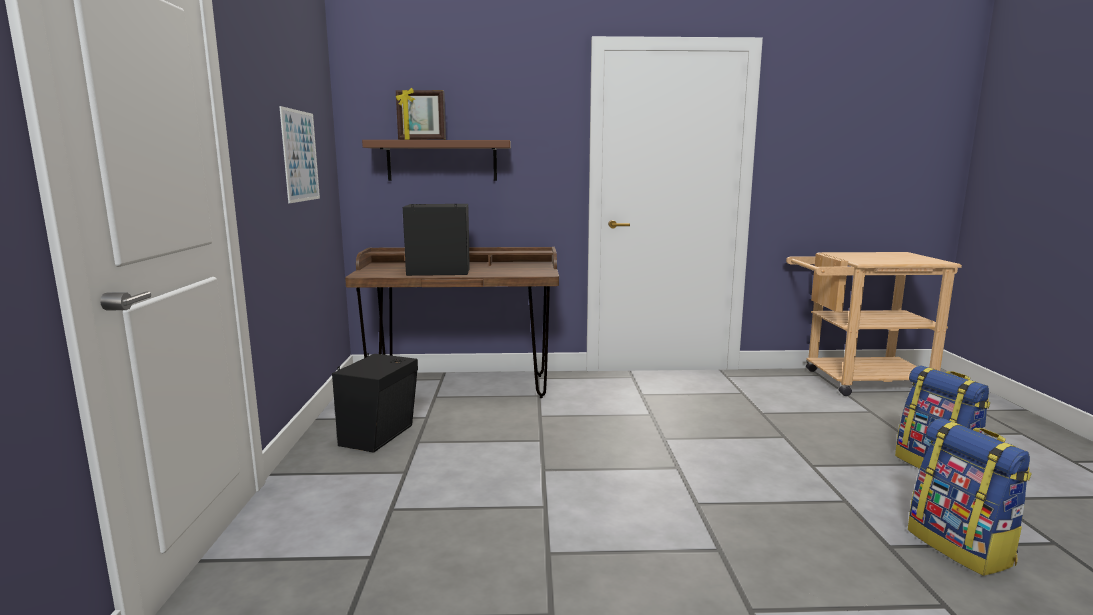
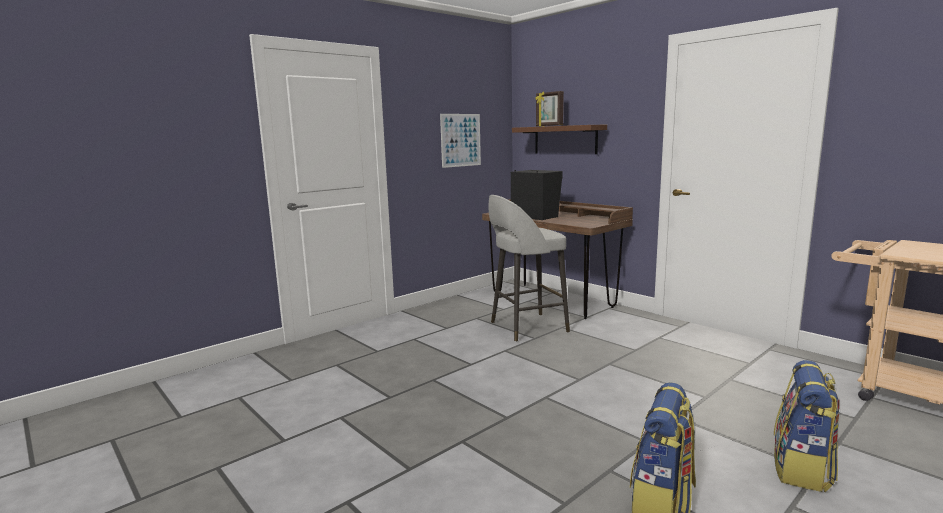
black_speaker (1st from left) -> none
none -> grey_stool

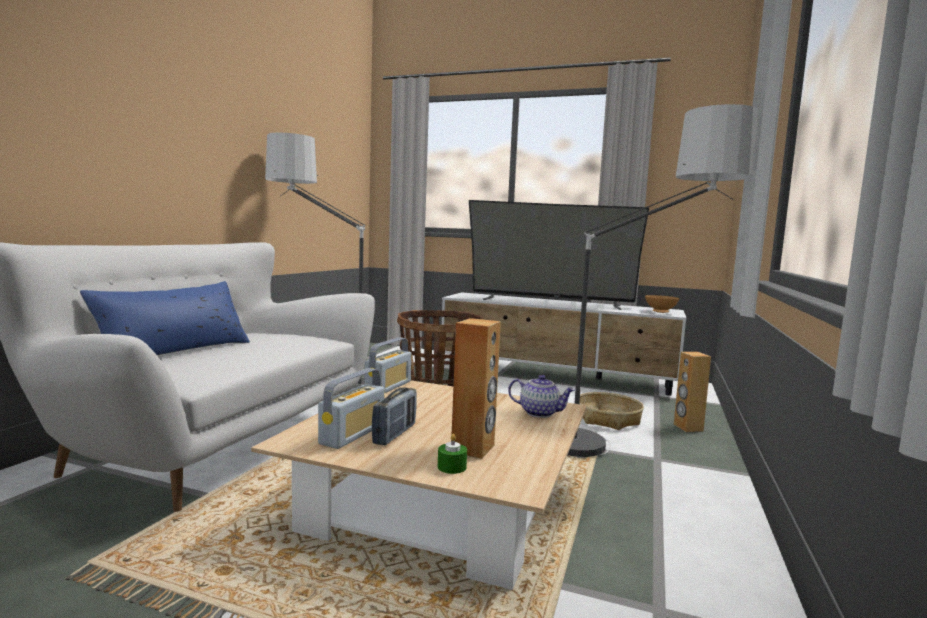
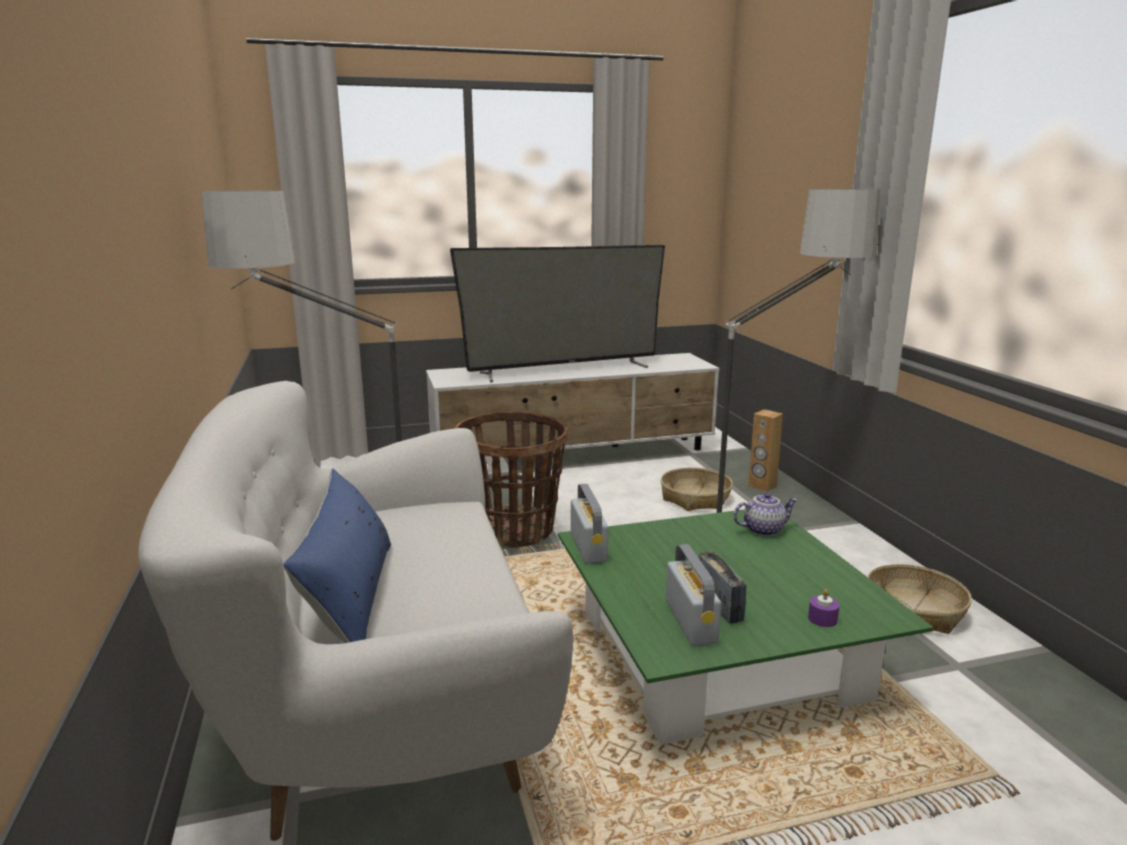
beige_coffee_table -> green_coffee_table
green_candle -> purple_candle
brown_speaker (1st from left) -> none
brown_bowl -> none
none -> basket (3rd from left)

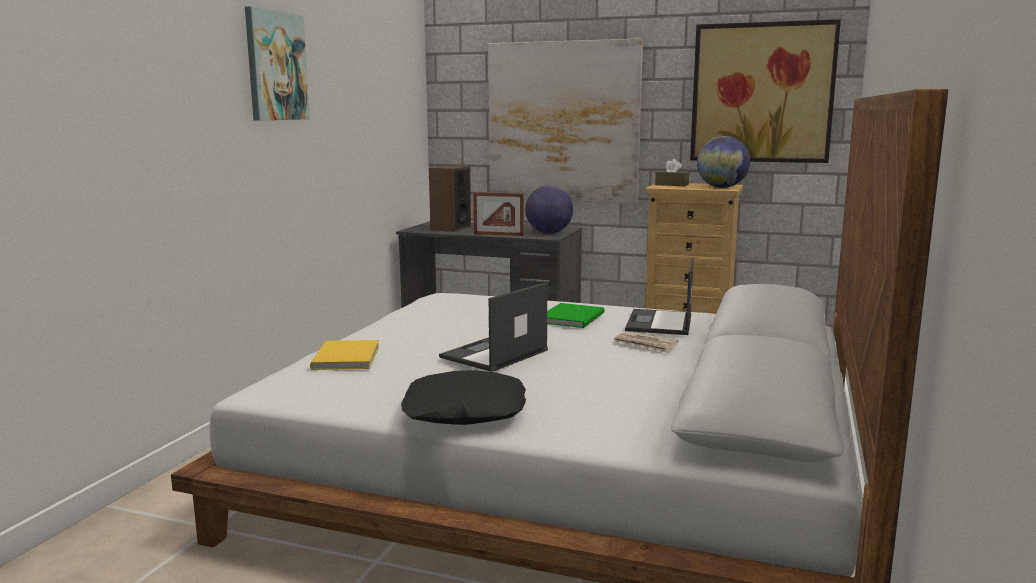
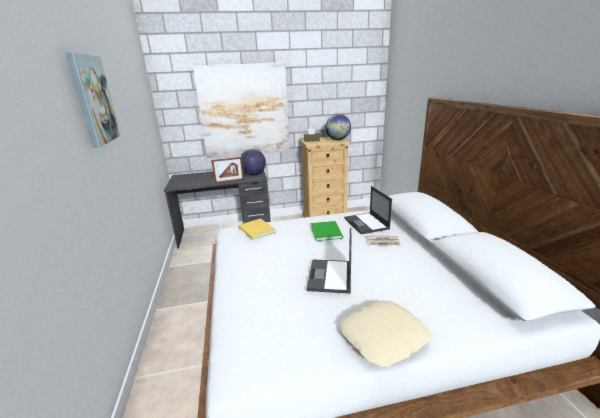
yellow_book, moved
black_pillow -> beige_pillow
speaker -> none
picture (3rd from left) -> none

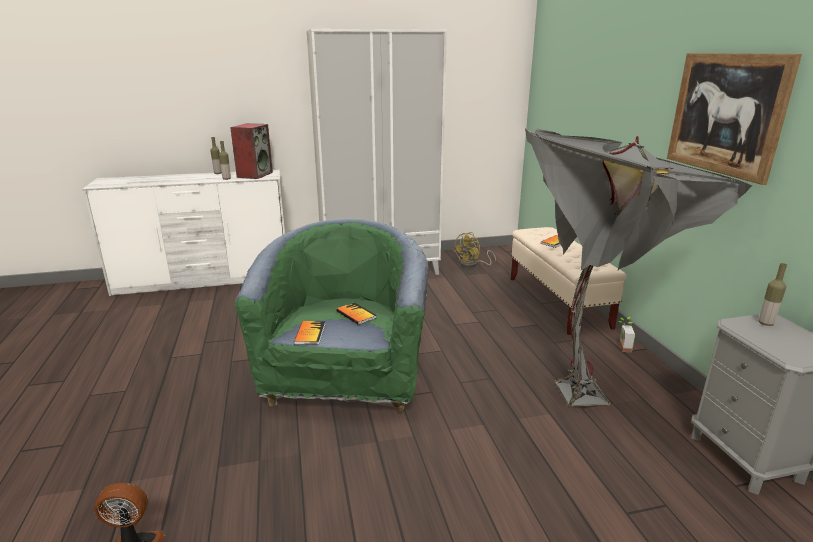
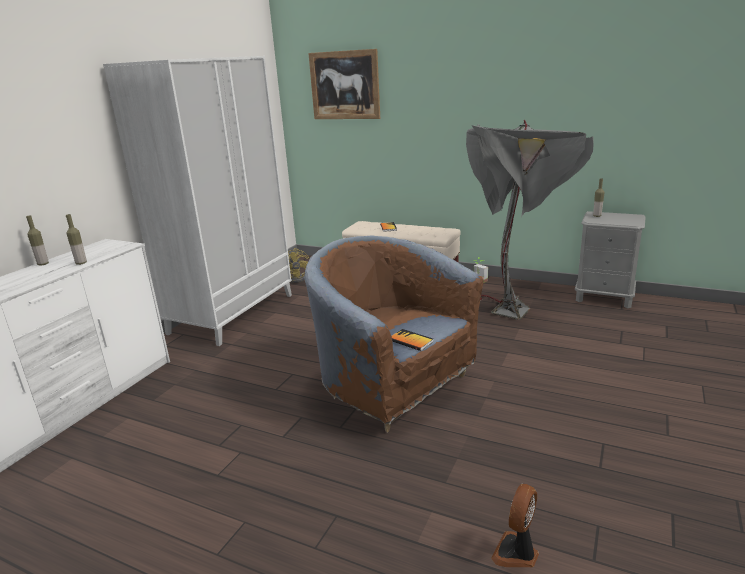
speaker -> none
green_armchair -> brown_armchair
book (2nd from left) -> none
picture, moved

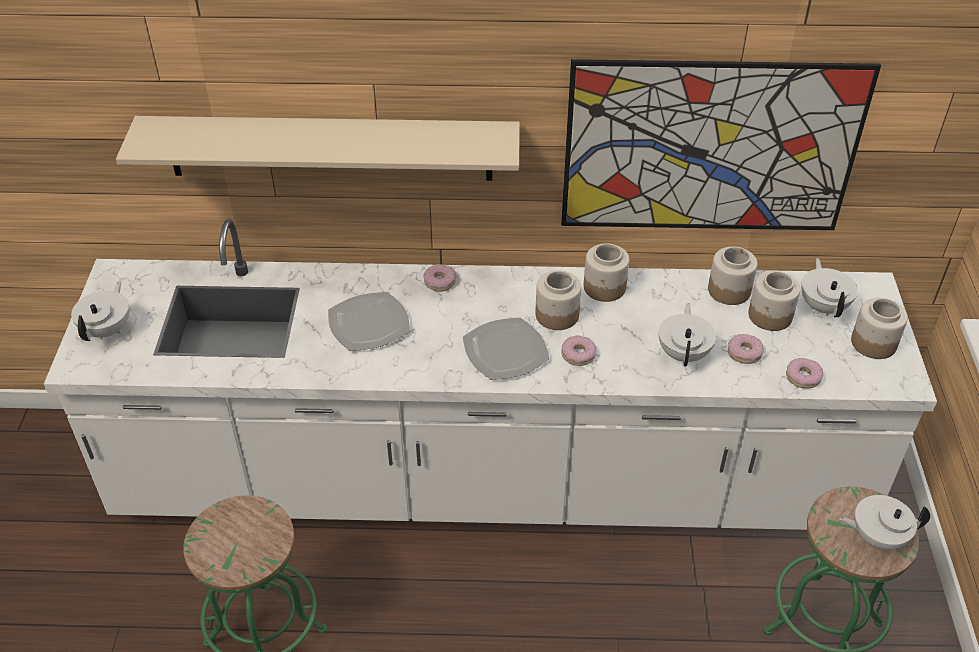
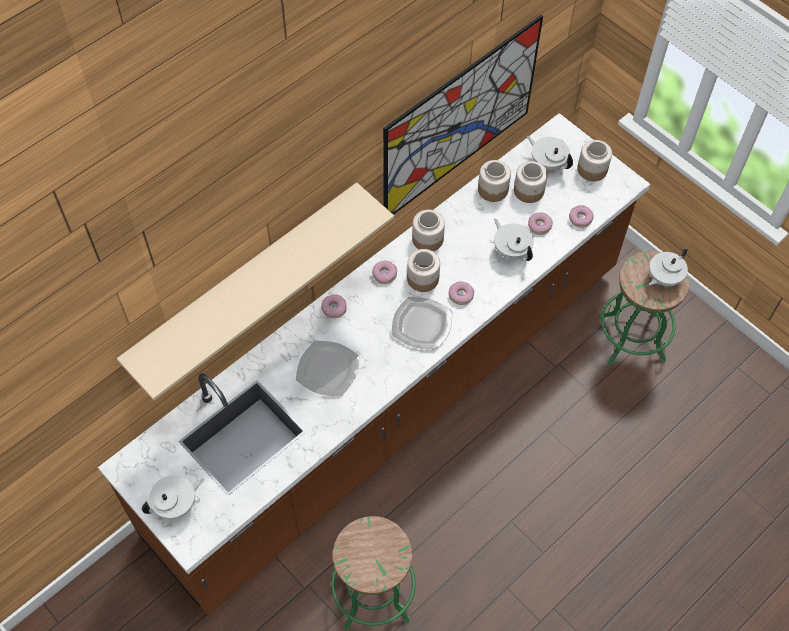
white_counter -> brown_counter
white_teapot (1st from left), 90 degrees clockwise
none -> donut (2nd from left)

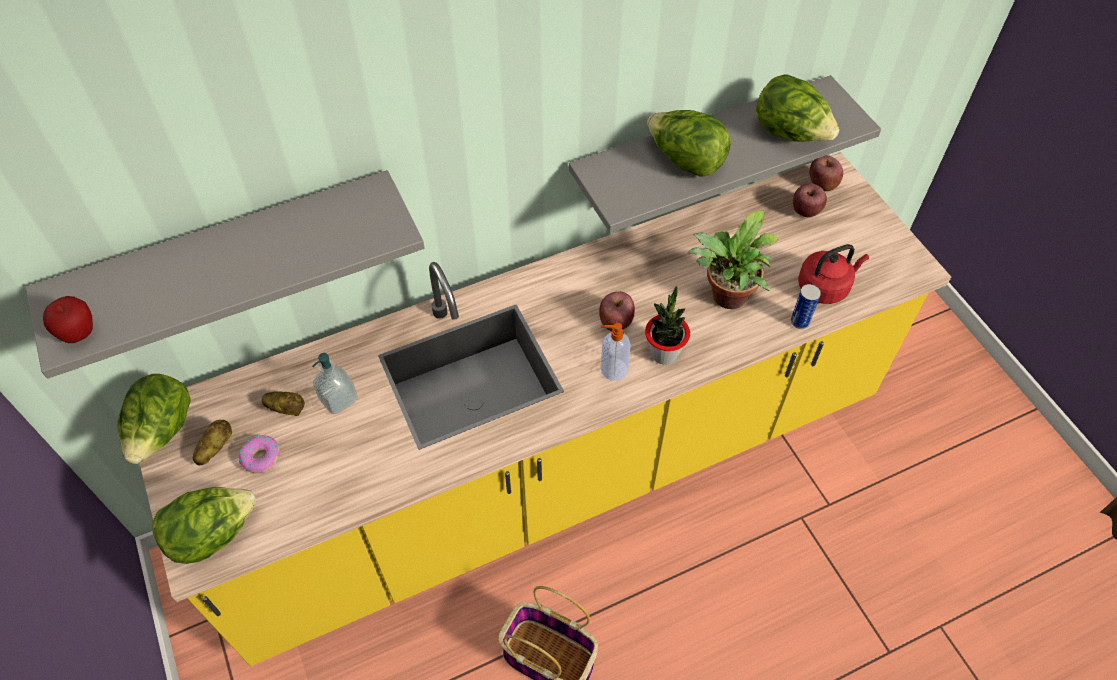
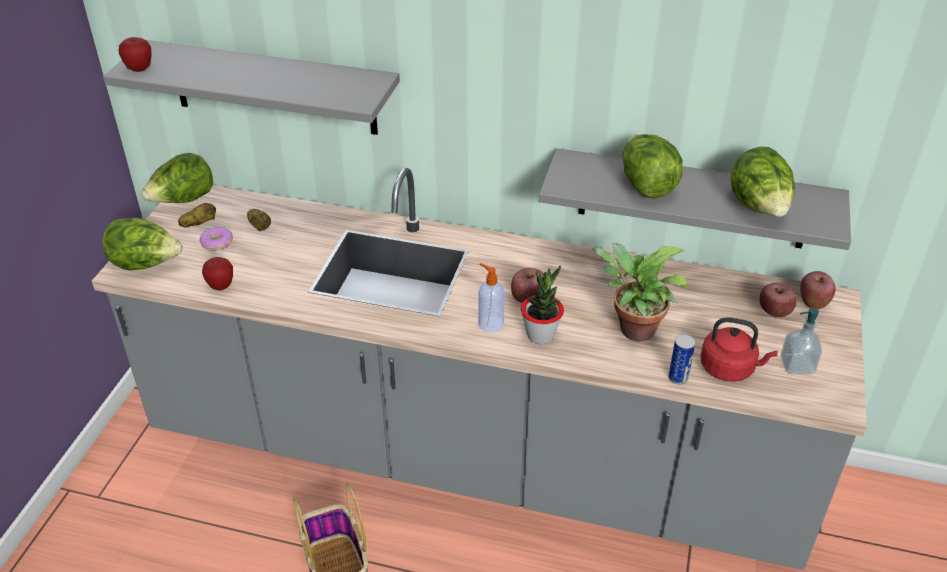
yellow_counter -> grey_counter
soap_dispenser (1st from left in the first image) -> soap_dispenser (2nd from left), moved
none -> apple (2nd from left)

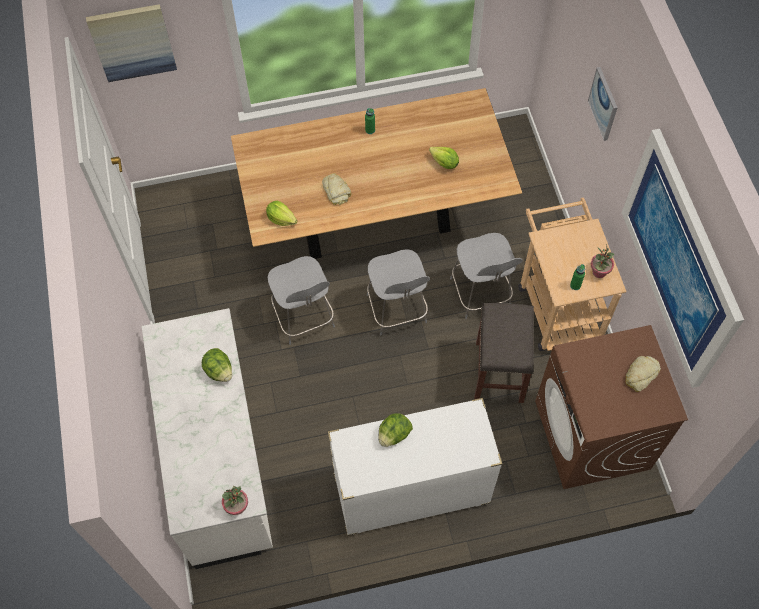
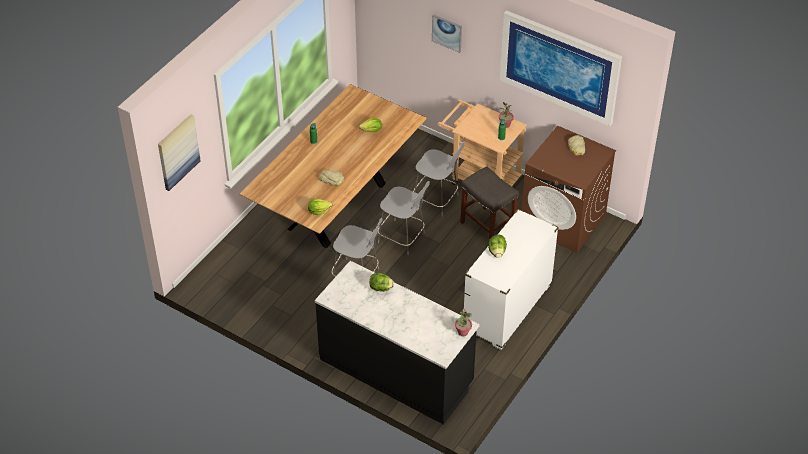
white_counter -> black_counter

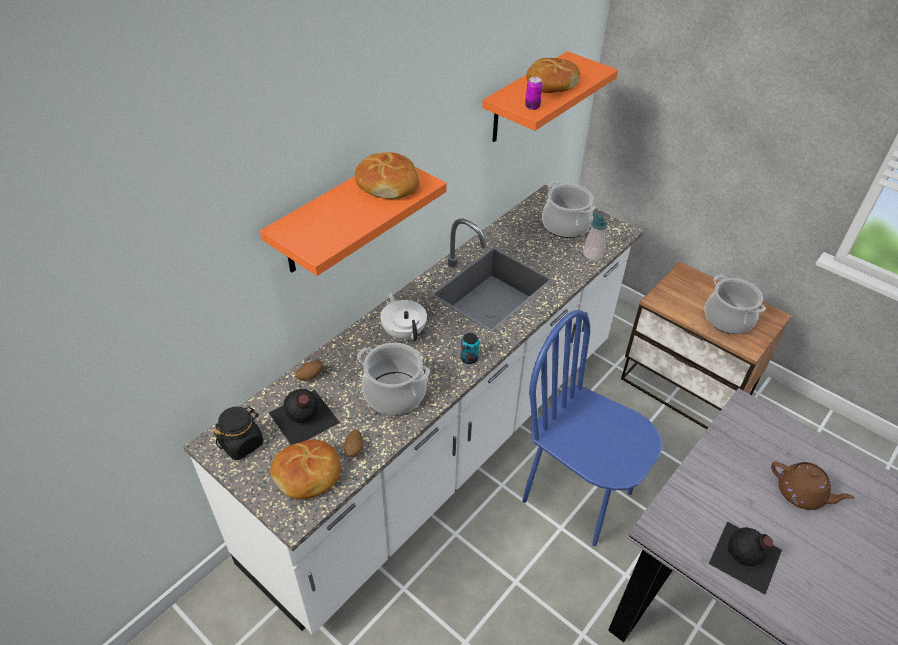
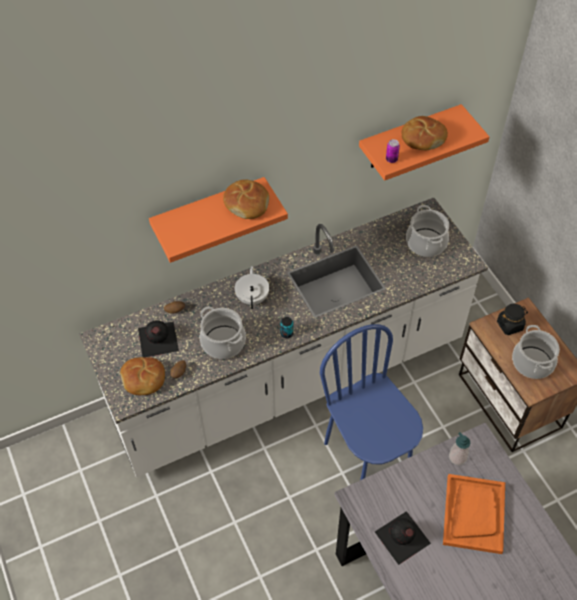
black_jar, moved
soap_dispenser, moved
brown_teapot -> orange_tray

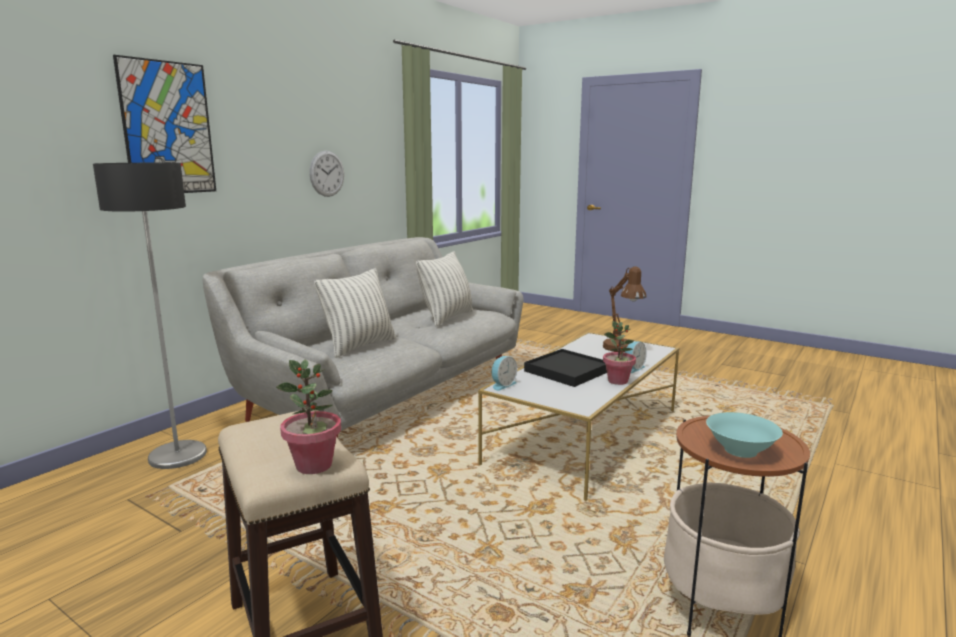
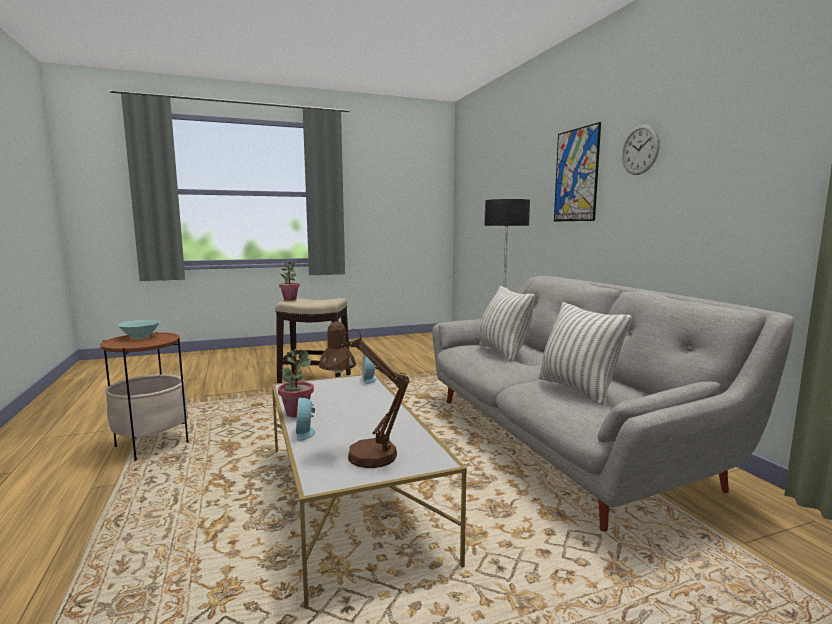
wall_clock, moved
black_tray -> none

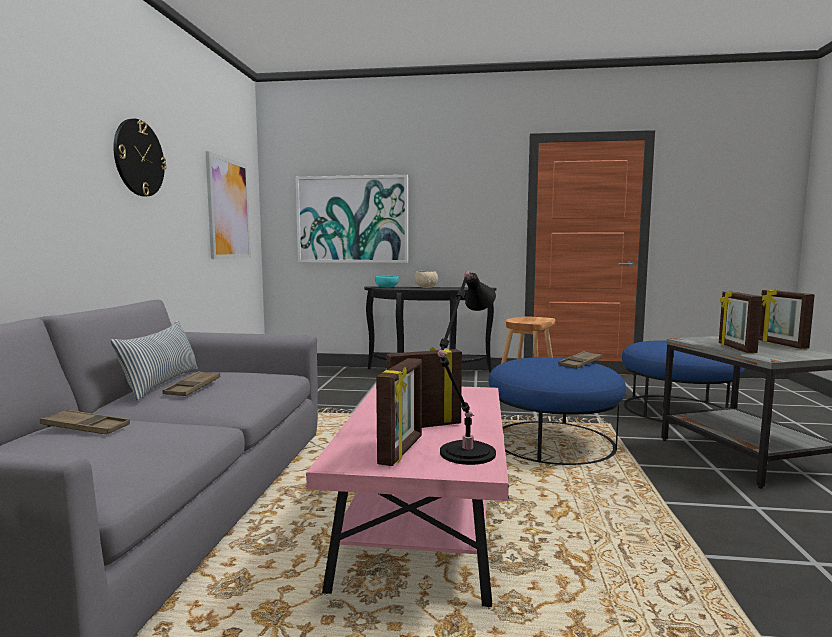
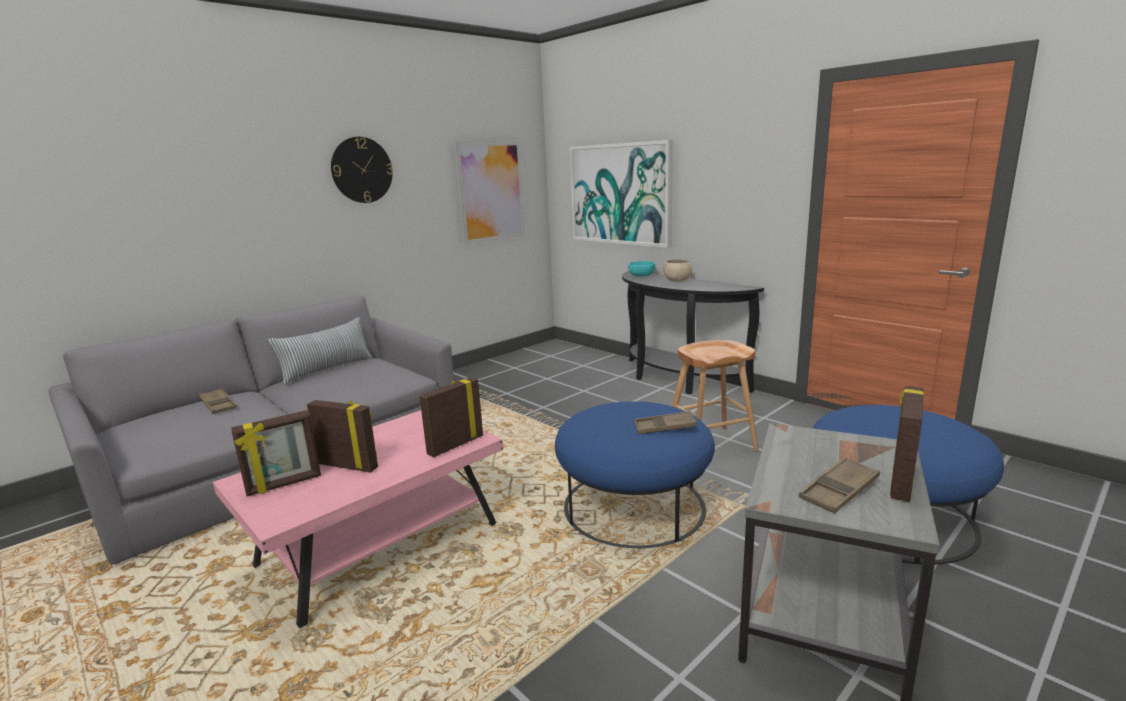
brown_tray (2nd from left in the first image) -> brown_tray (3rd from left), moved
black_table_lamp -> none
picture_frame (3rd from left), moved

